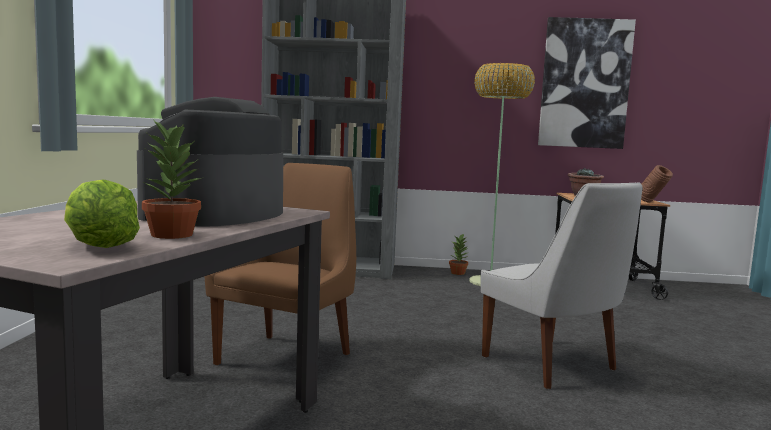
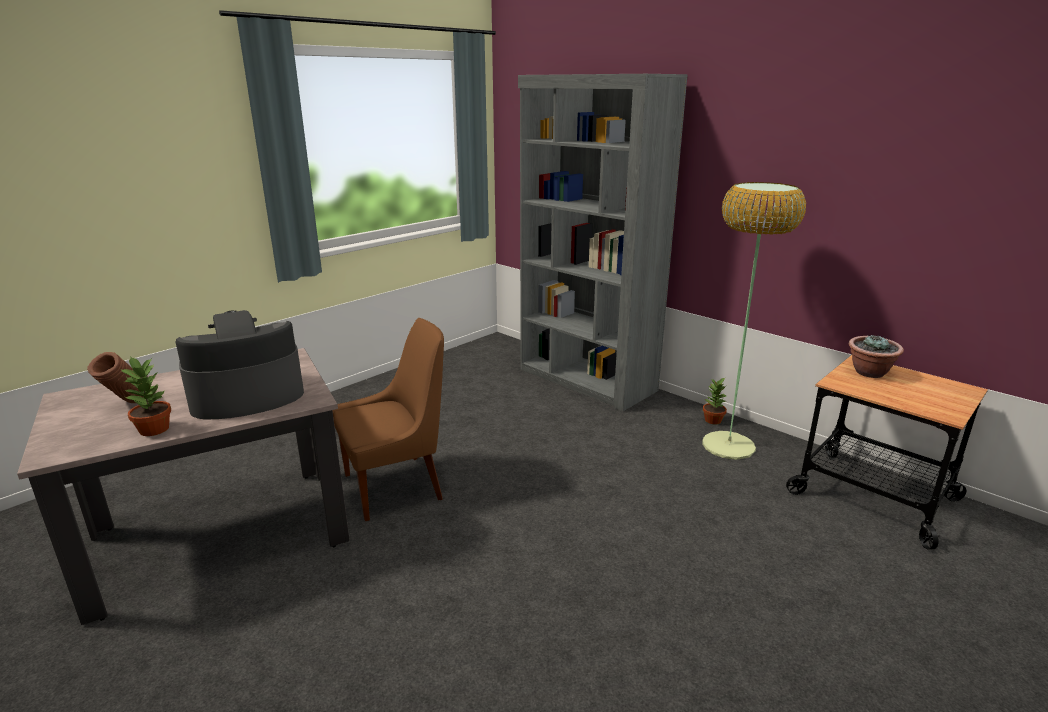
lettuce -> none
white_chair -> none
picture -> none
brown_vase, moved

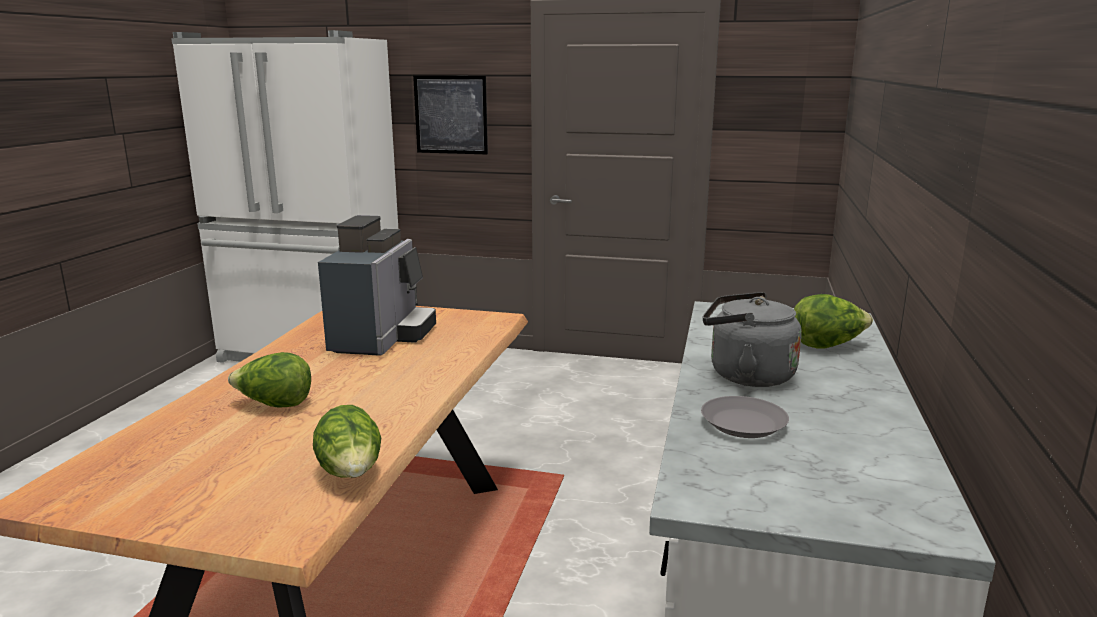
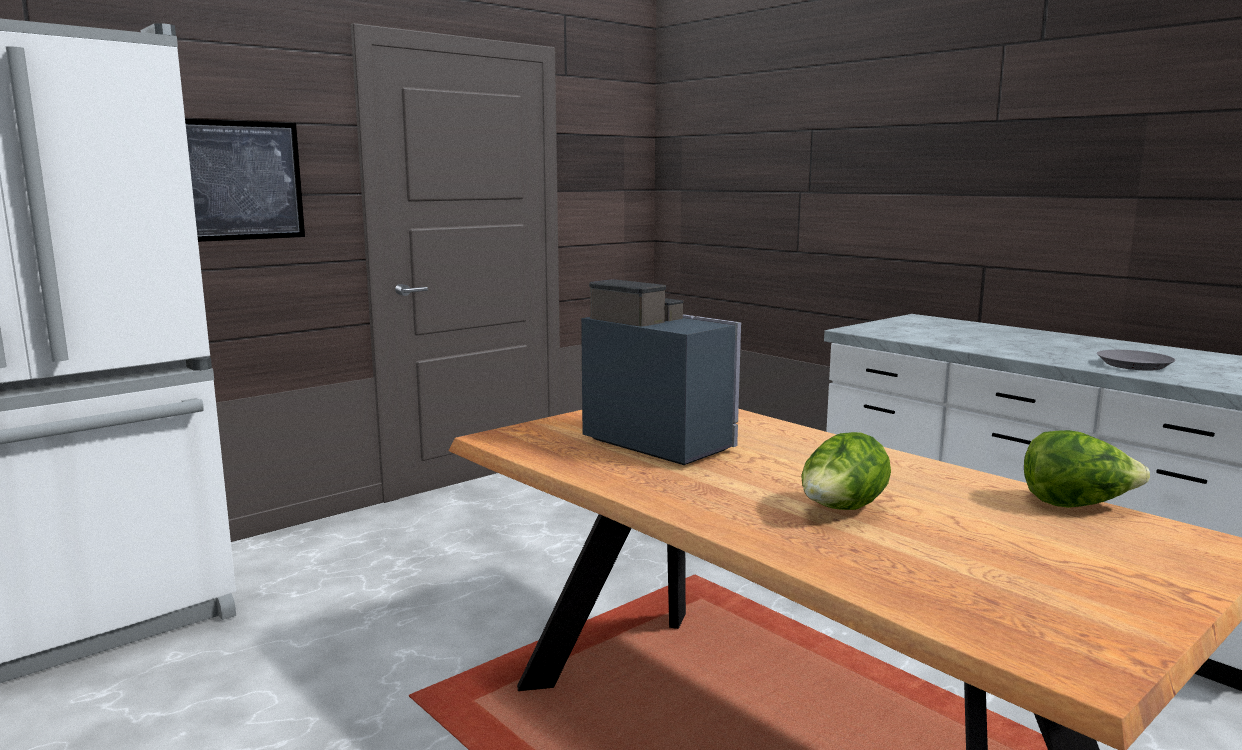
grey_kettle -> none
lettuce (3rd from left) -> none

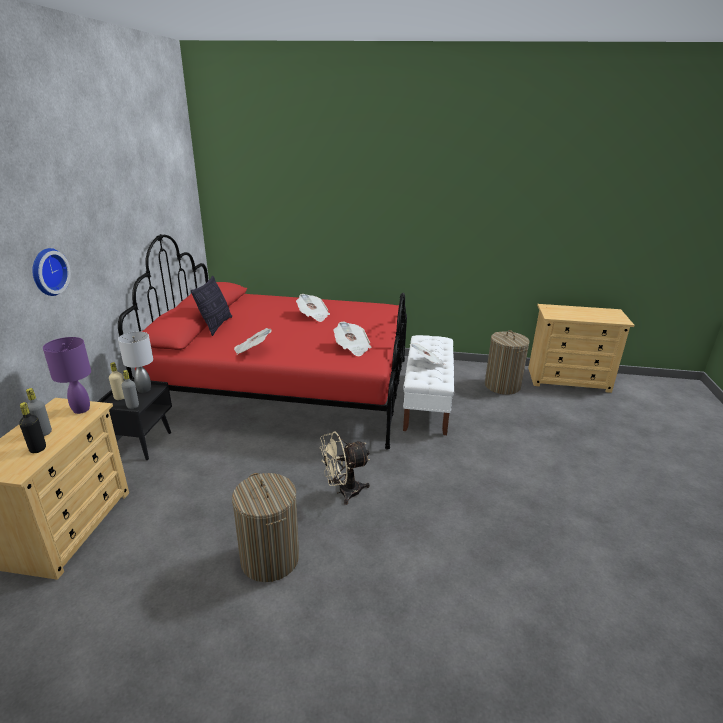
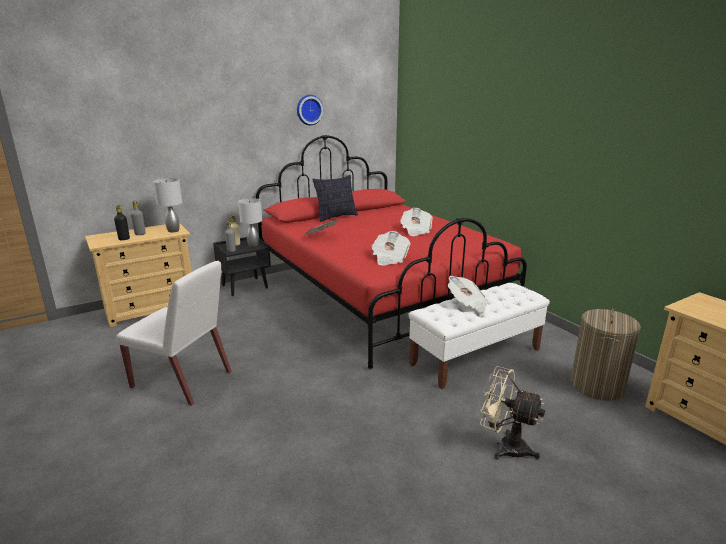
wall_clock, moved
purple_table_lamp -> grey_table_lamp (1st from left)
laundry_basket (1st from left) -> white_chair
beige_fan, moved

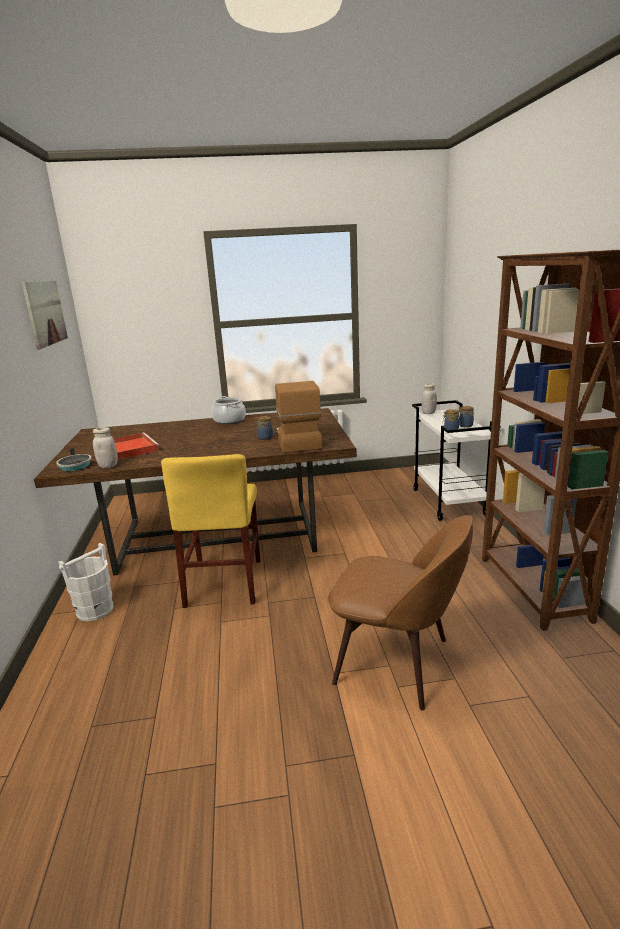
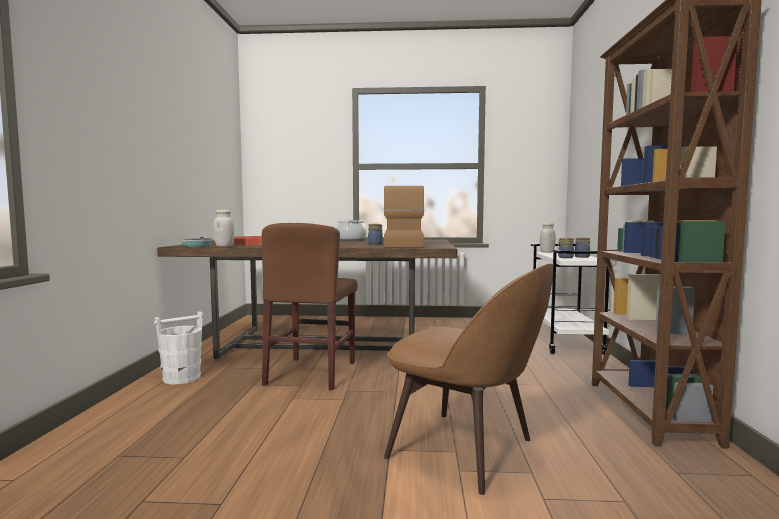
picture -> none
yellow_chair -> brown_chair (1st from left)

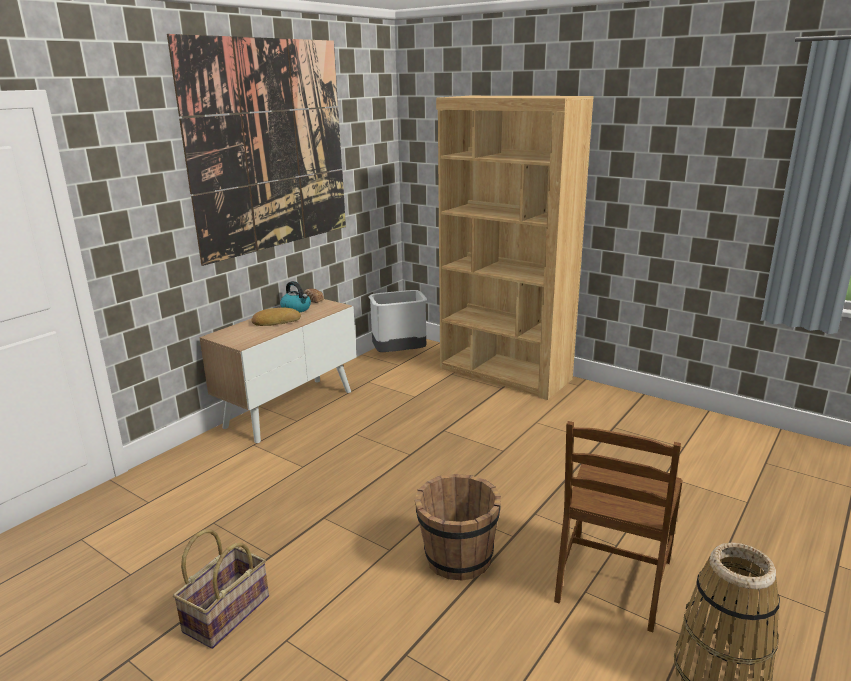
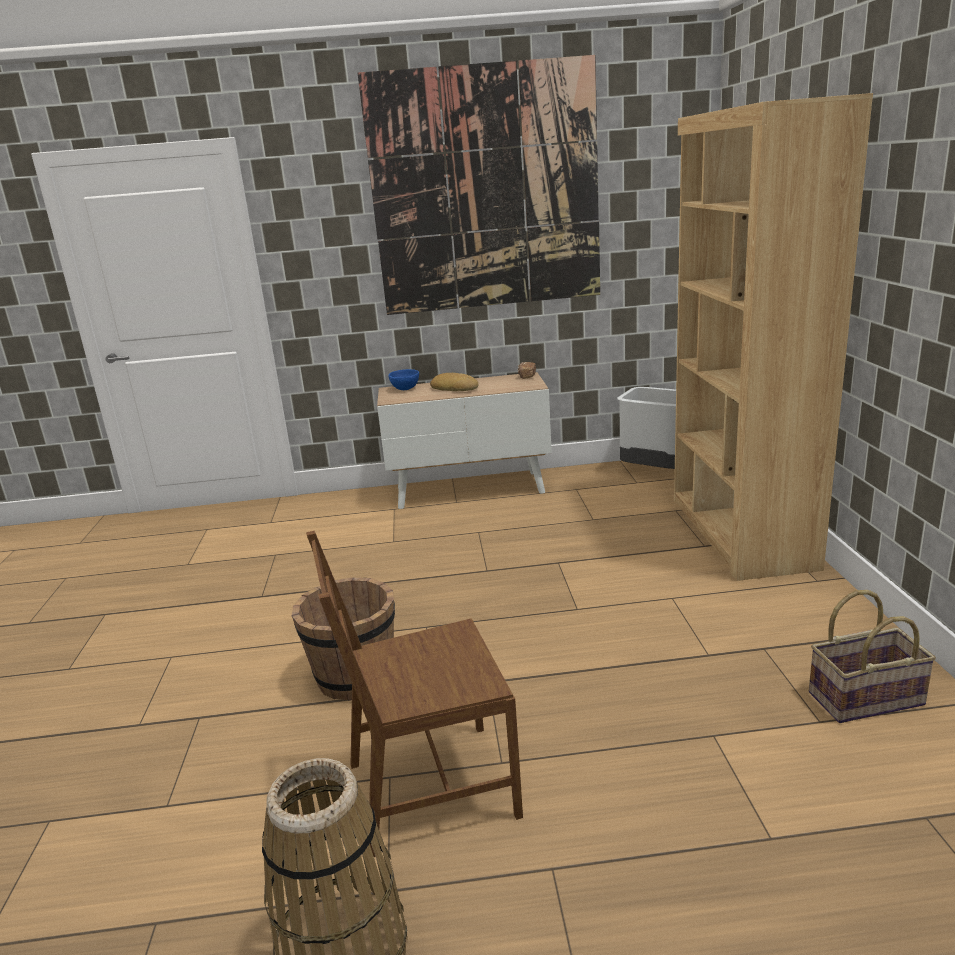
basket (1st from left in the first image) -> basket (2nd from left), moved
kettle -> none
none -> blue_bowl

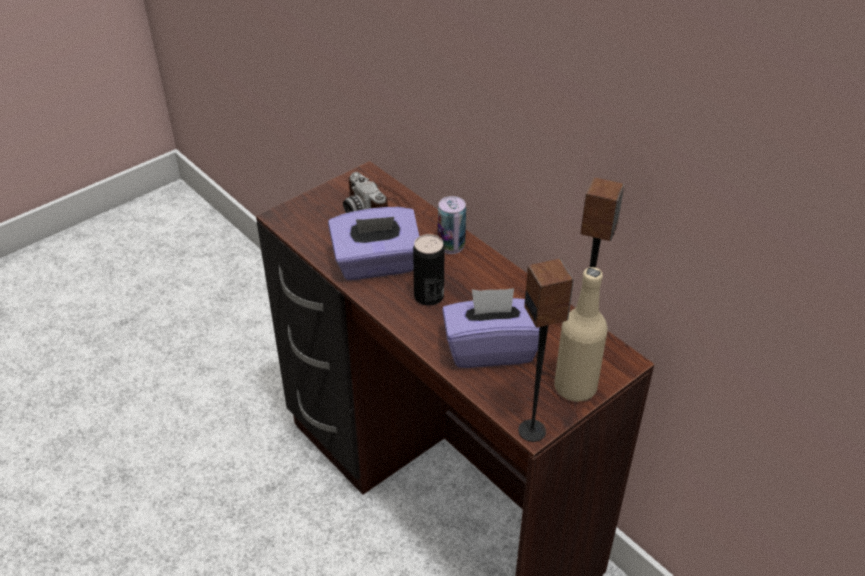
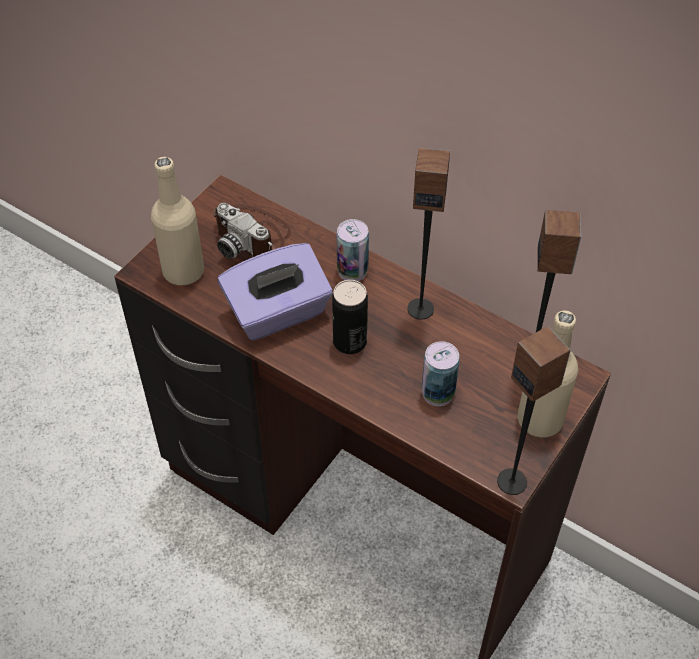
purple_tissue_box (2nd from left) -> can (3rd from left)
none -> beige_bottle (1st from left)
none -> speaker (1st from left)

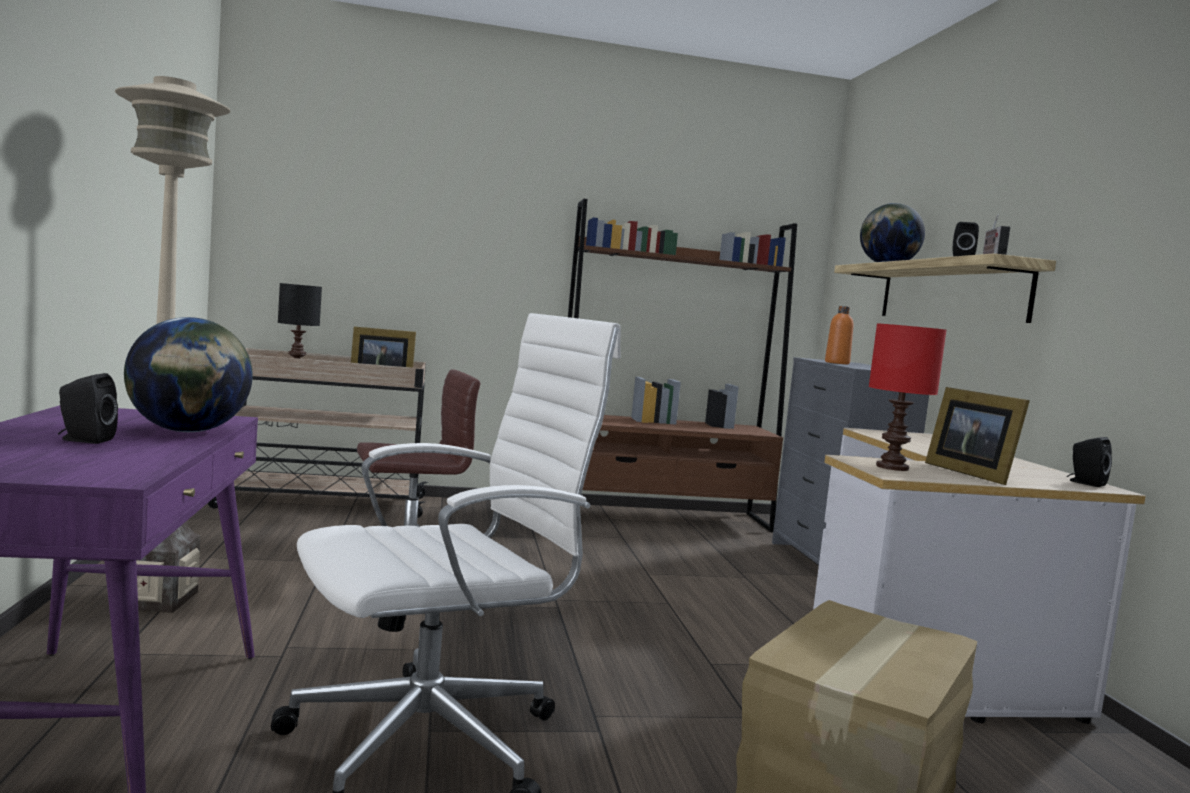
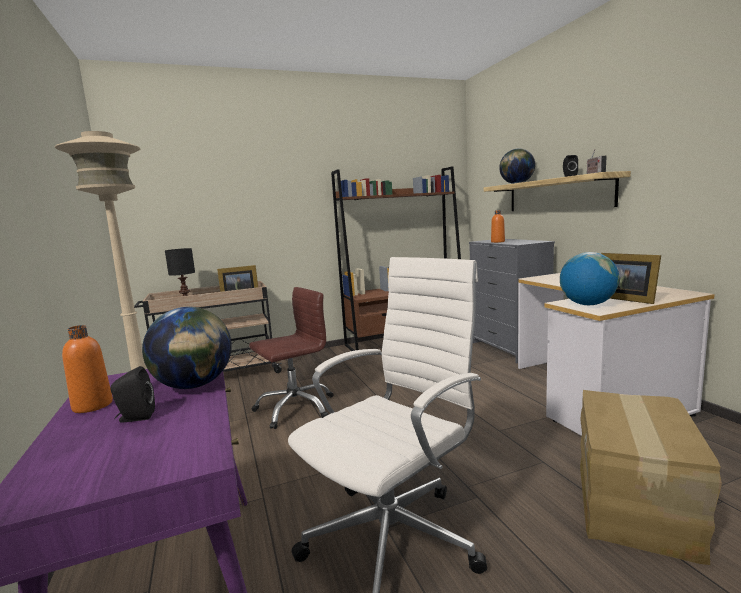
red_table_lamp -> globe (3rd from left)
black_speaker (3rd from left) -> none
none -> orange_bottle (1st from left)

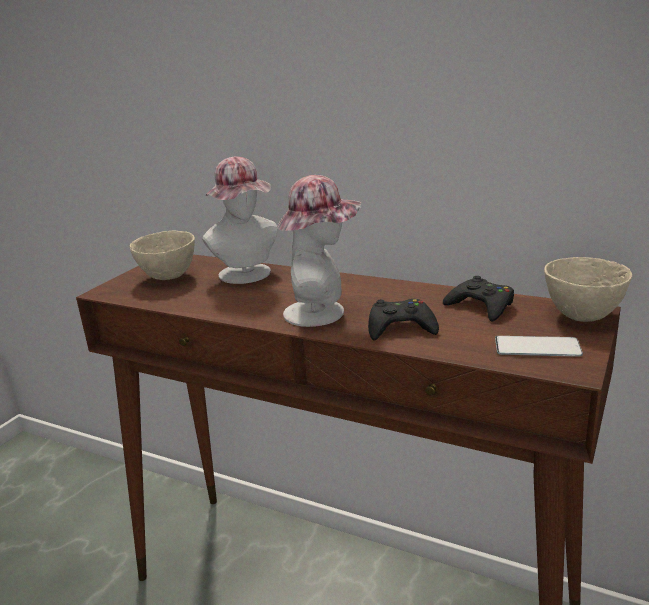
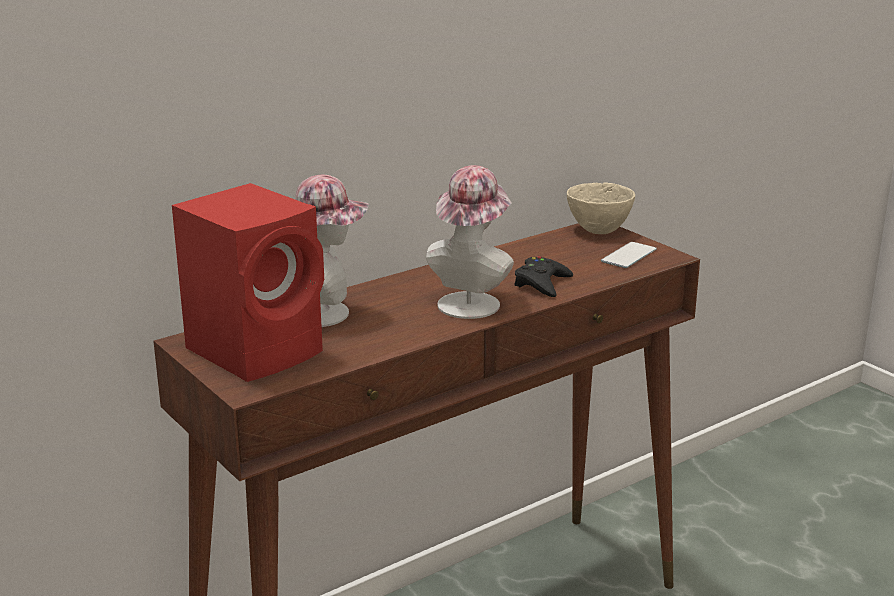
beige_bowl (1st from left) -> red_speaker
black_game_controller (2nd from left) -> none

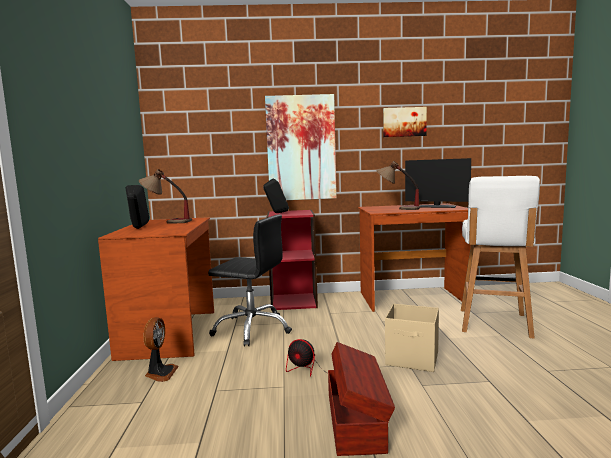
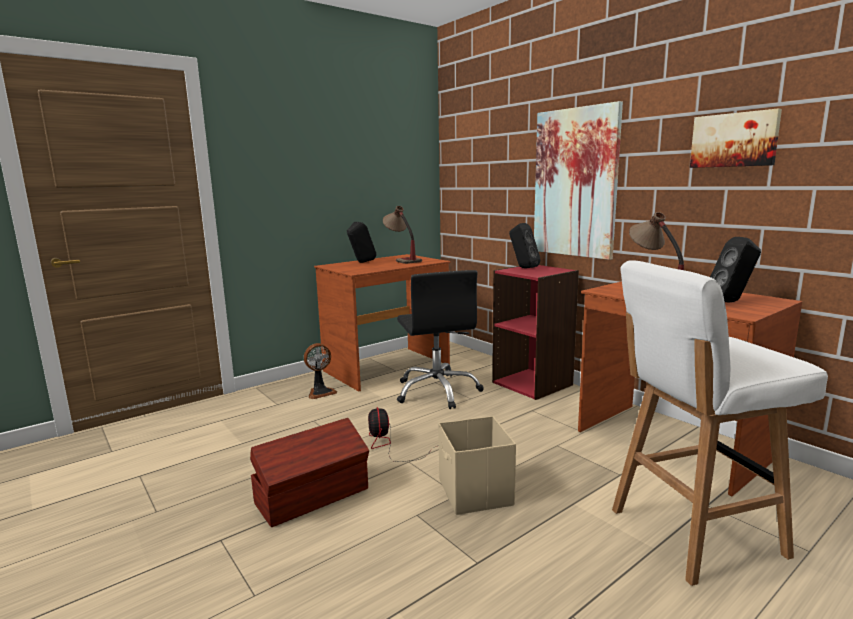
monitor -> black_speaker (3rd from left)

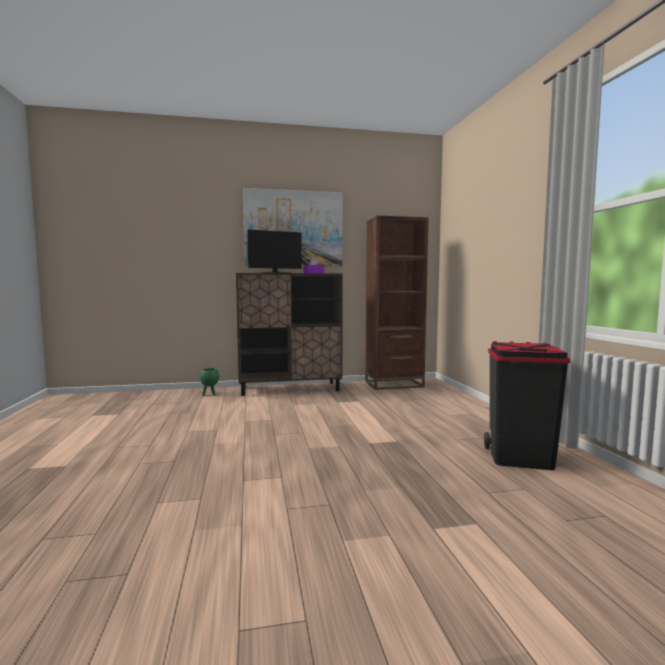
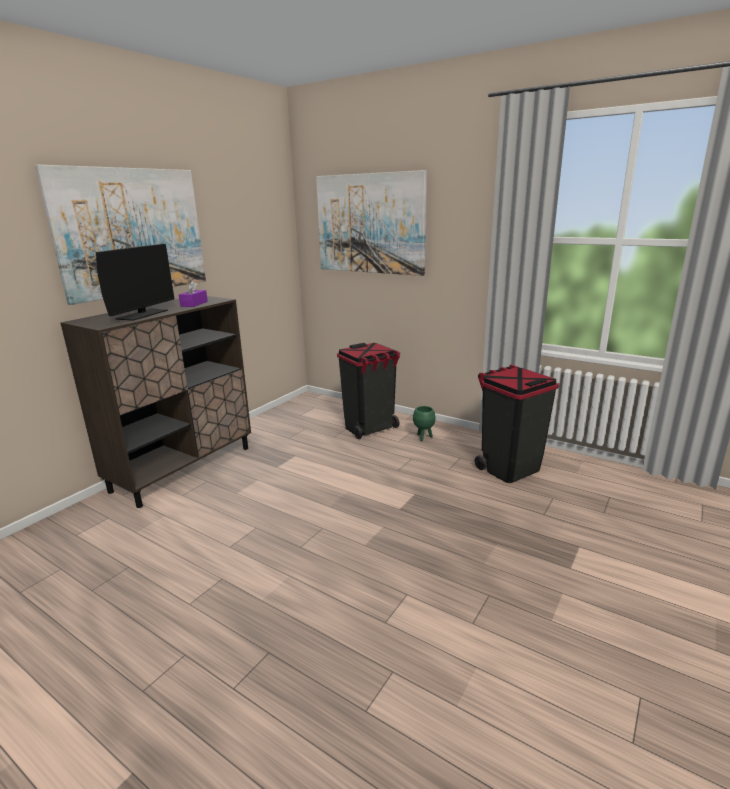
green_planter, moved
brown_bookcase -> none
none -> picture (2nd from left)
none -> black_trash_can (1st from left)

